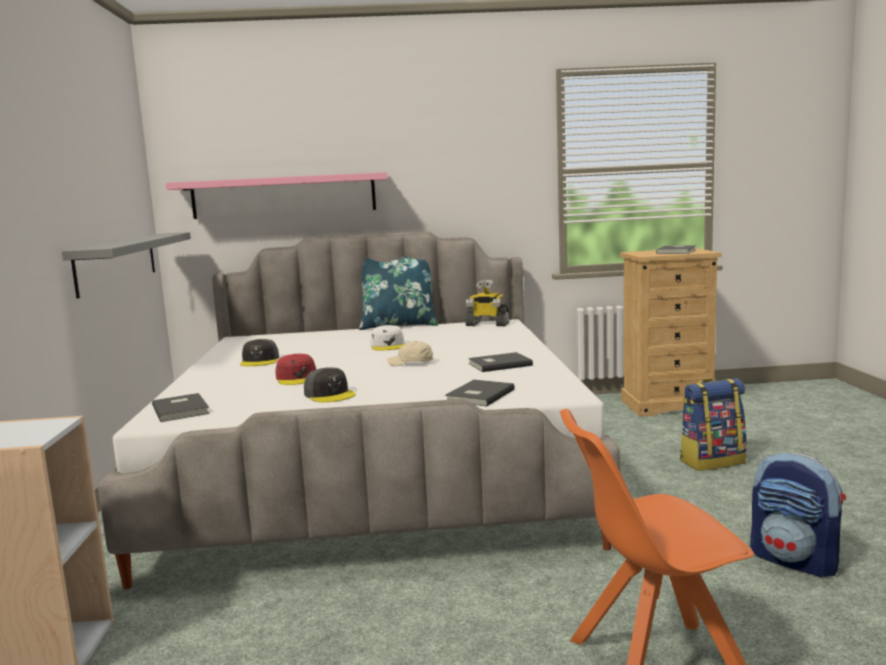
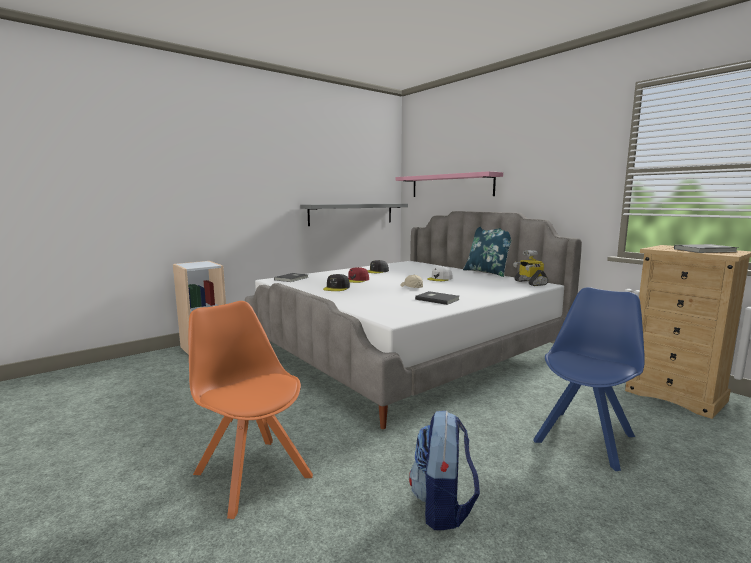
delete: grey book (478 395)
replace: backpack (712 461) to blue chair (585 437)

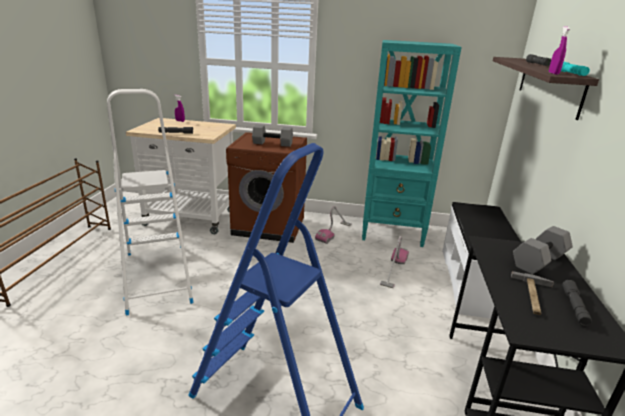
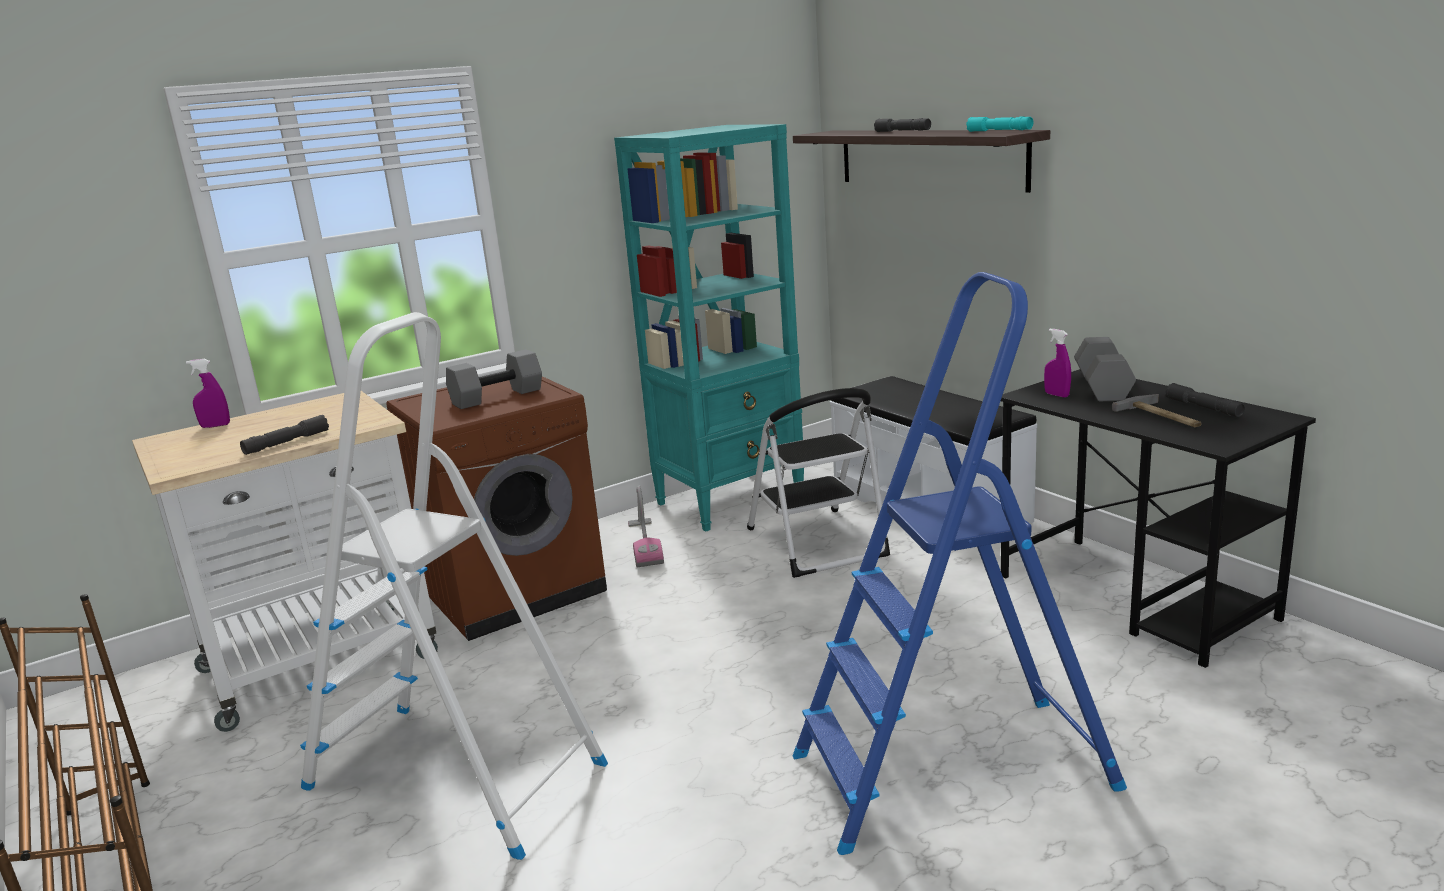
move: purple spray bottle (553 73) to (1056 395)
replace: vacuum cleaner (394 270) to step ladder (817 544)

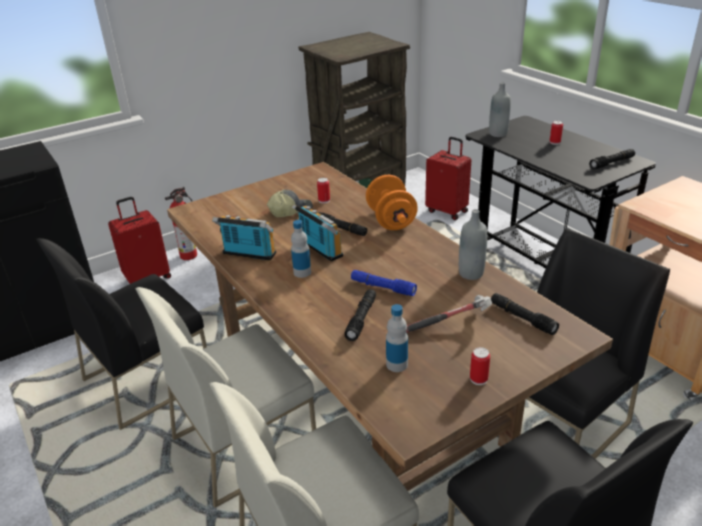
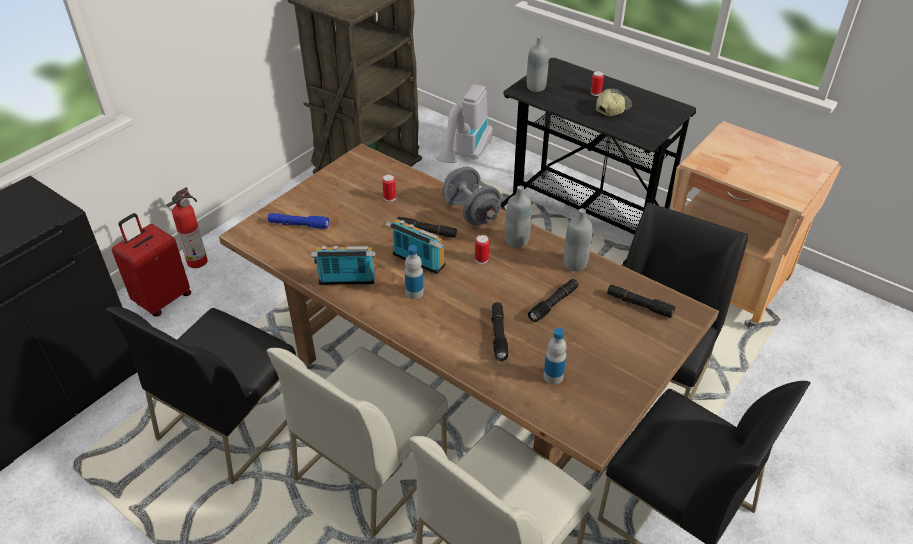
delete: hammer (448 324)
insert: grey bottle (517 241)
move: cap (290 210) to (612 108); blue flashlight (382 287) to (298 225); can (478 379) to (481 259); black flashlight (612 163) to (553 304)
replace: red suitcase (447 211) to vacuum cleaner (466 157)
recolor: orange dumbbell (391 220) to grey dumbbell (471 212)

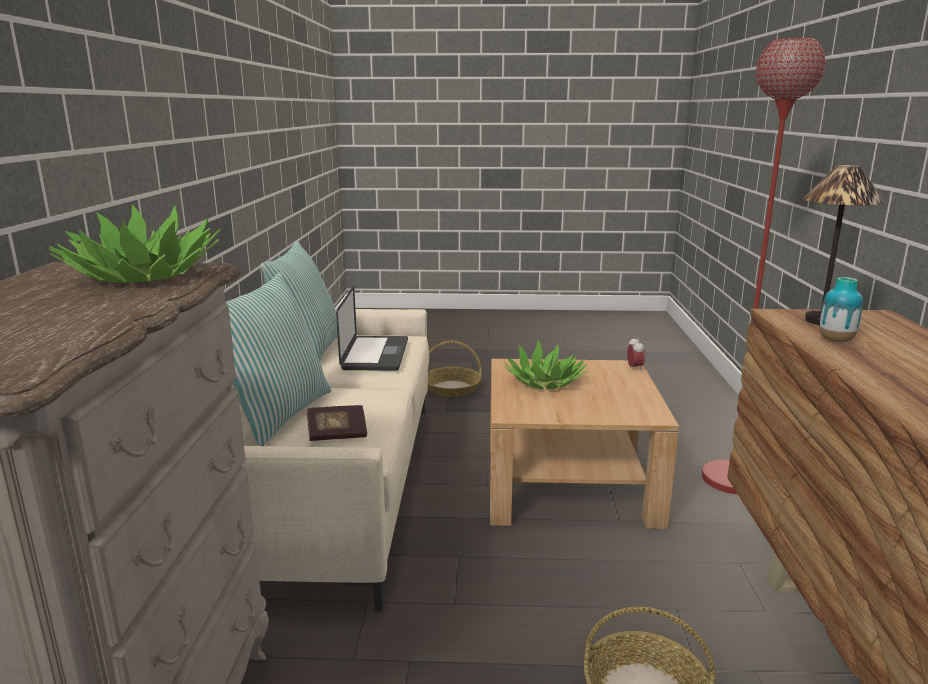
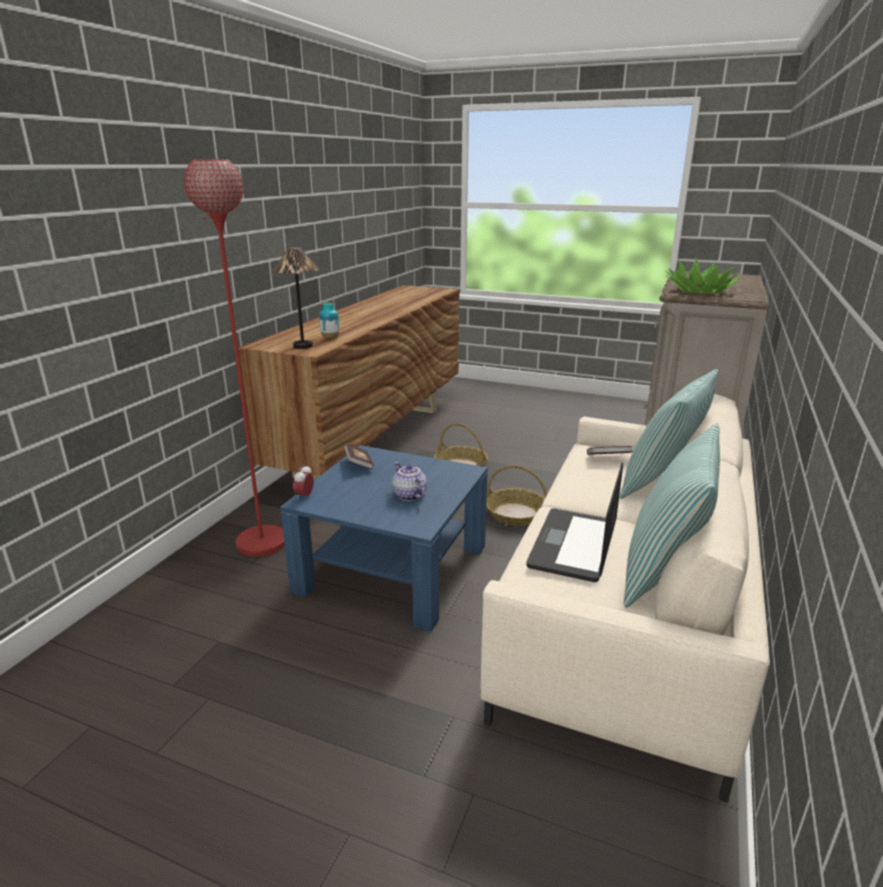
insert: book (359 464)
move: basket (451 388) to (516 514)
replace: potted plant (544 382) to teapot (408 495)
recolor: brown coffee table (569 482) to blue coffee table (393 568)

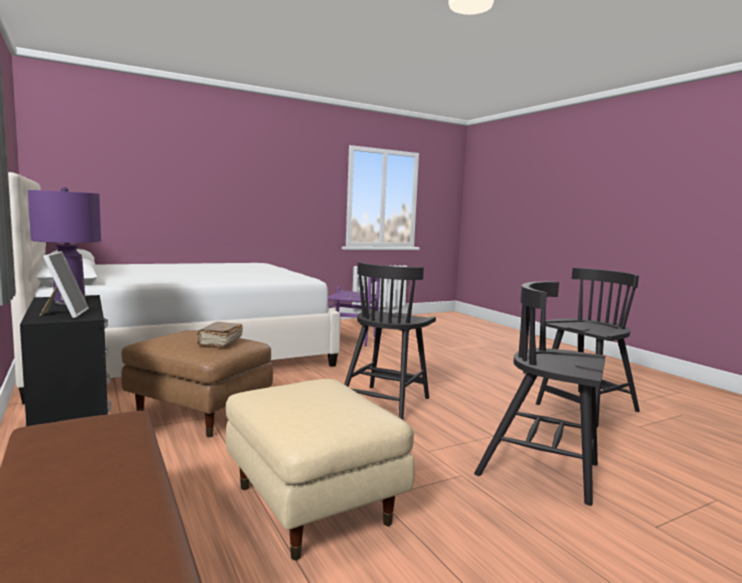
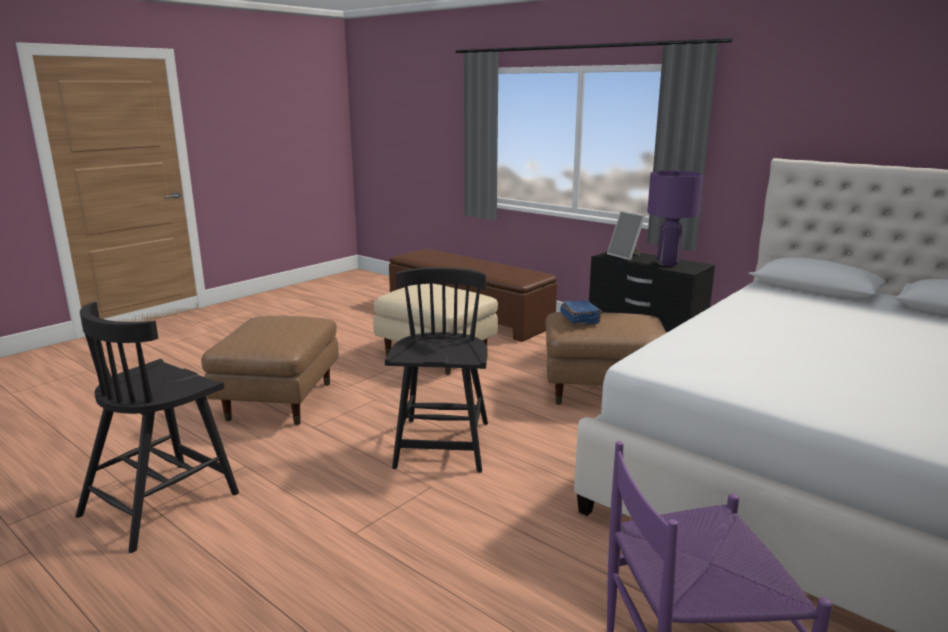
replace: black chair (541 470) to brown ottoman (279 402)
recolor: brown book (220 342) to blue book (580 320)

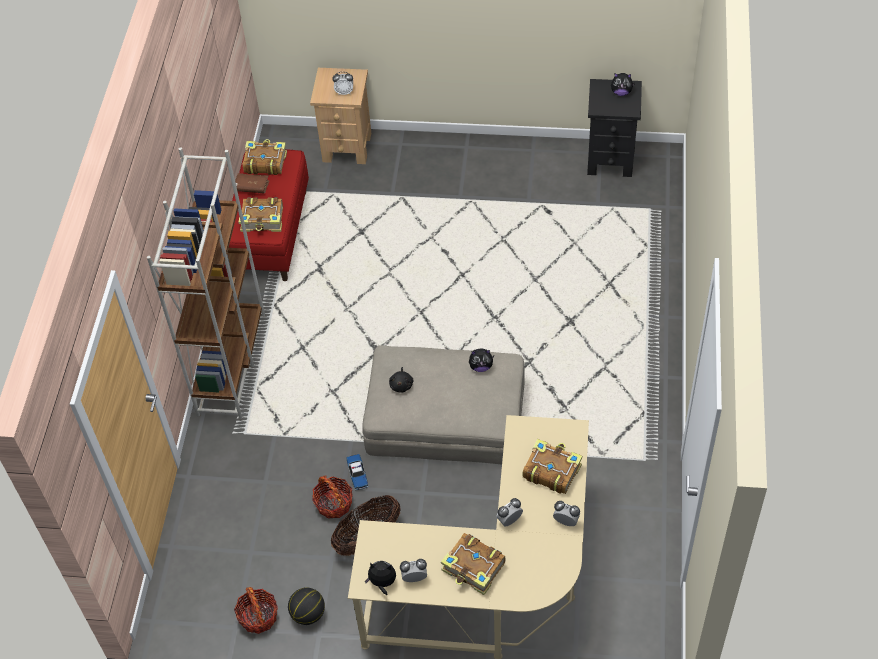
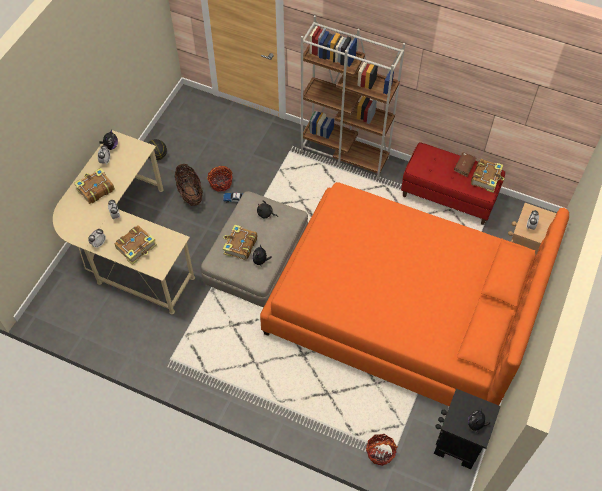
insert: orange bed (401 311)
move: basket (258 617) to (380 452); book (263 220) to (239 246)

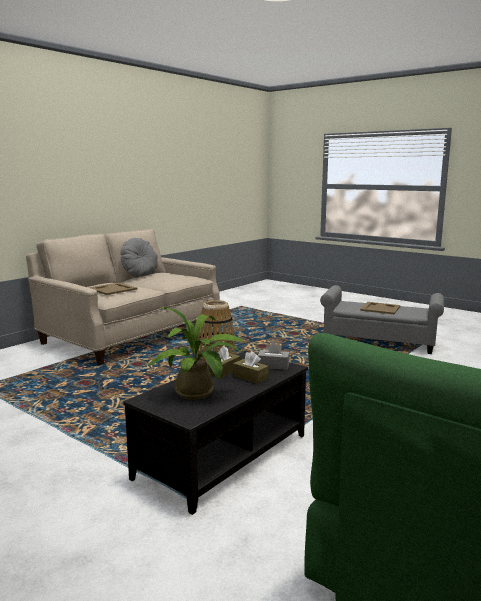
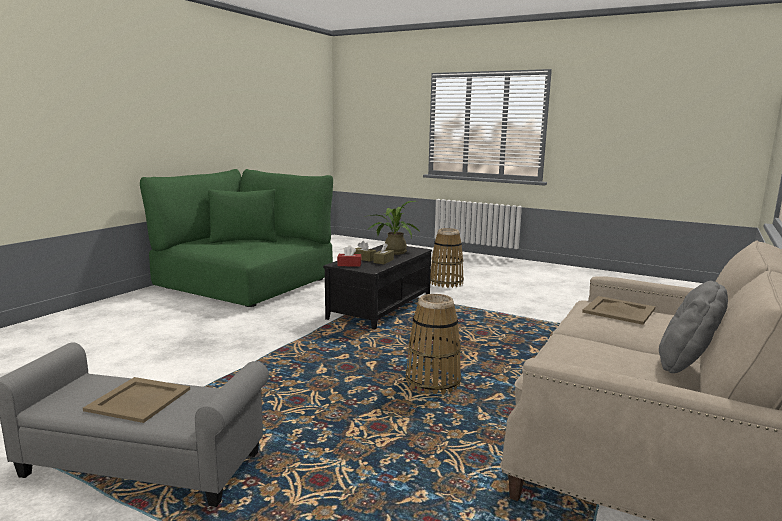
insert: basket (446 282)
recolor: grey tissue box (273 366) to red tissue box (349 264)

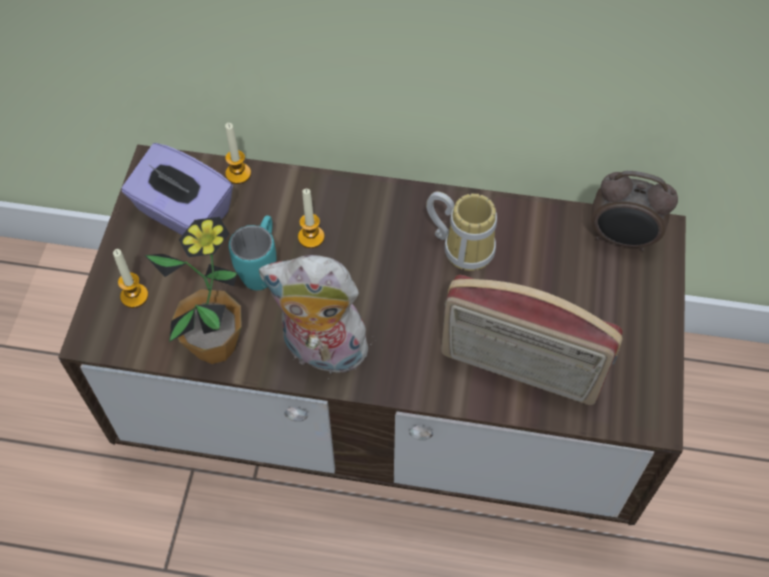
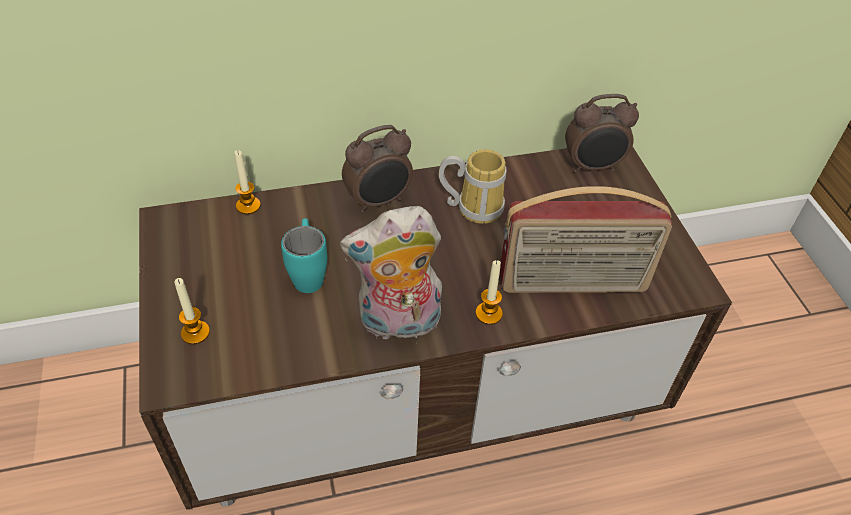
delete: purple tissue box (183 213); potted plant (215 345)
insert: alarm clock (379 201)
move: candle (311 237) to (488 314)

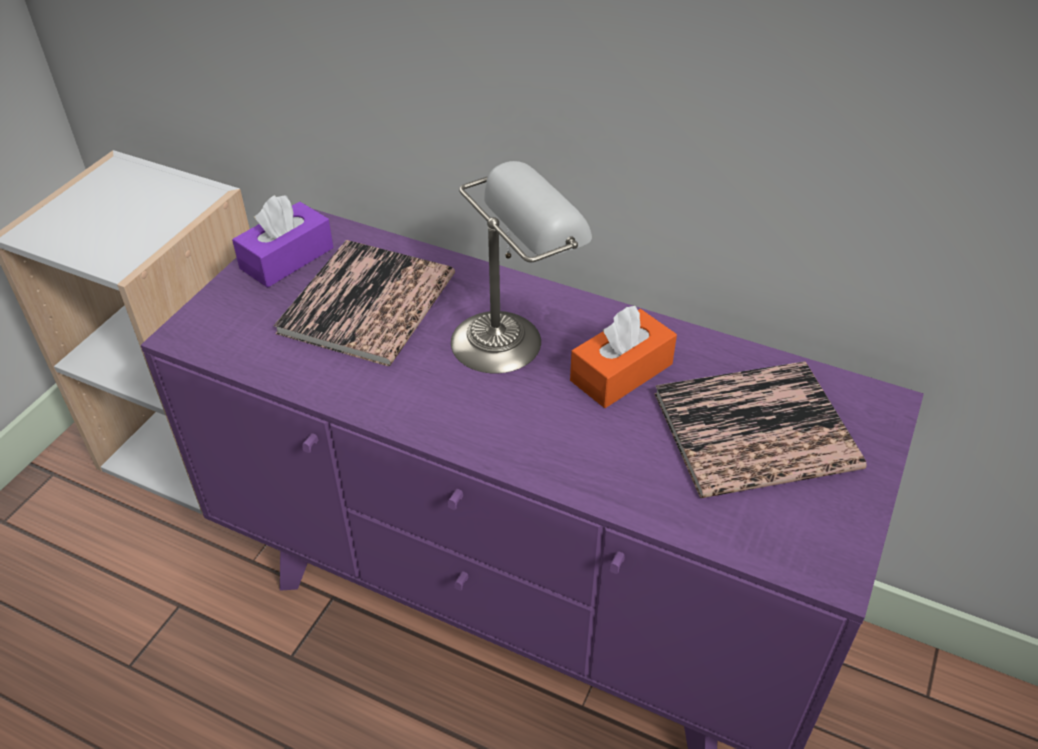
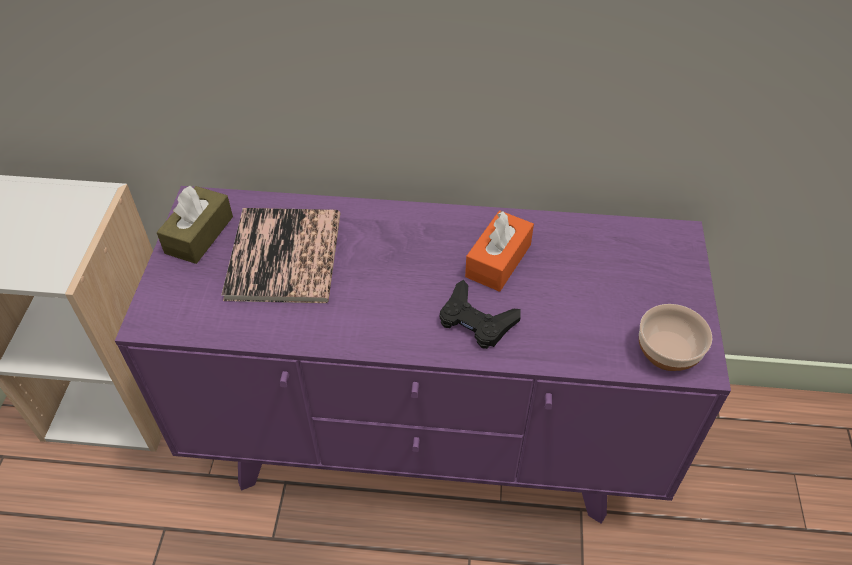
delete: white table lamp (511 333); book (755 431)
insert: black game controller (476 321); bowl (667 350)
recolor: purple tissue box (287 258) to brown tissue box (199 235)

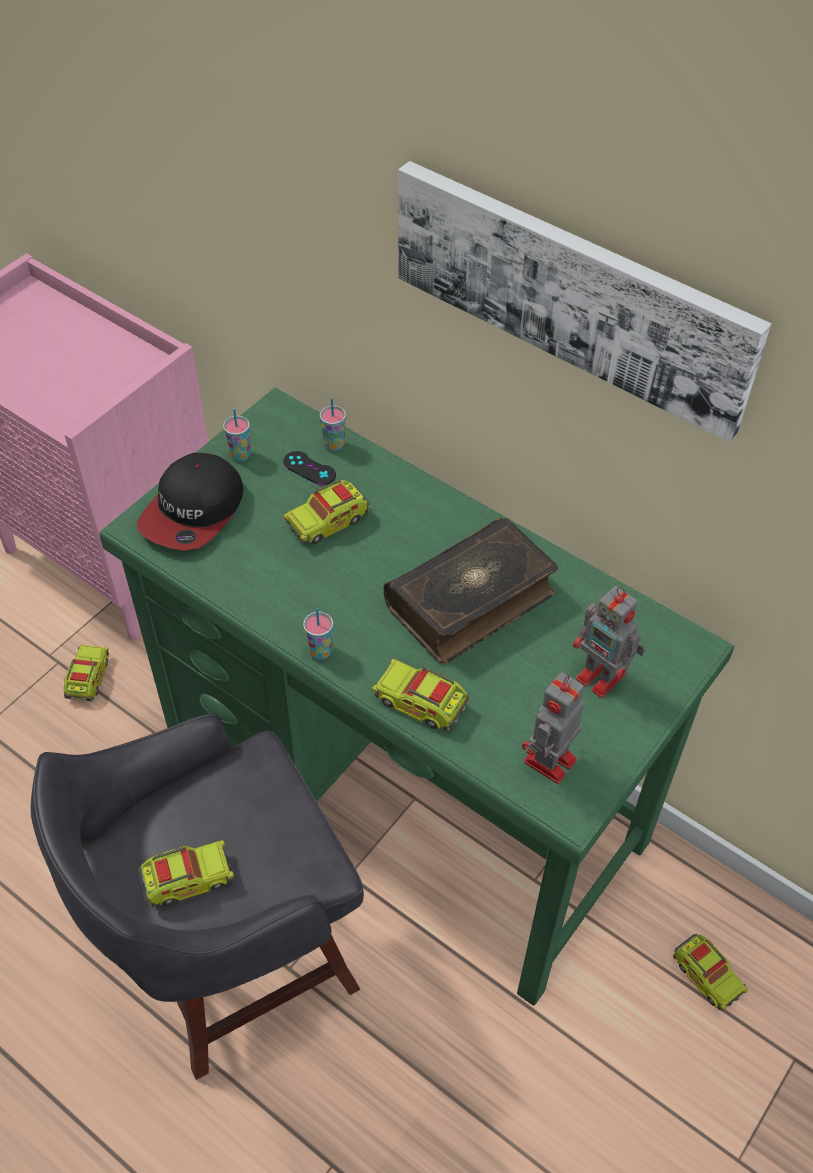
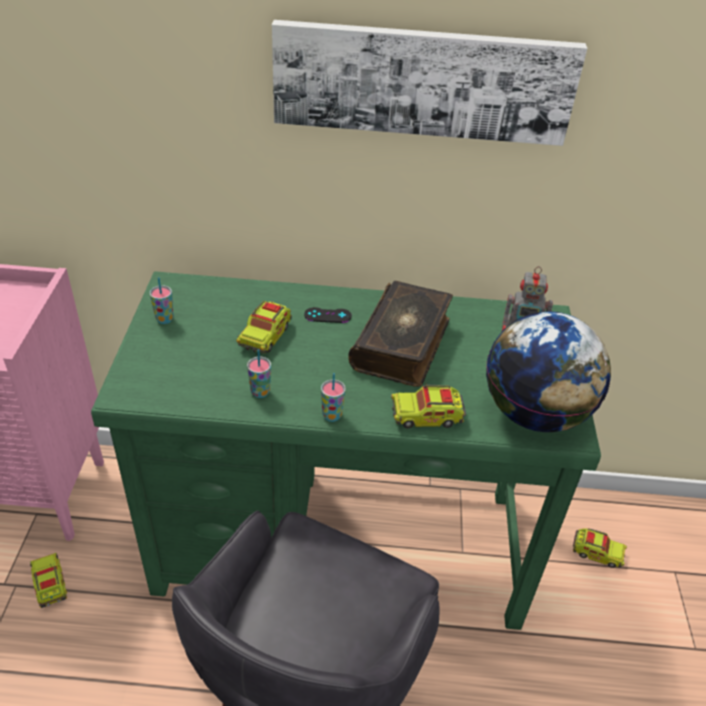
delete: cap (193 511); toy truck (187 879)
move: black game controller (309 468) to (327 315); cup (334 444) to (260 392)
replace: toy robot (548 762) to globe (534 413)

